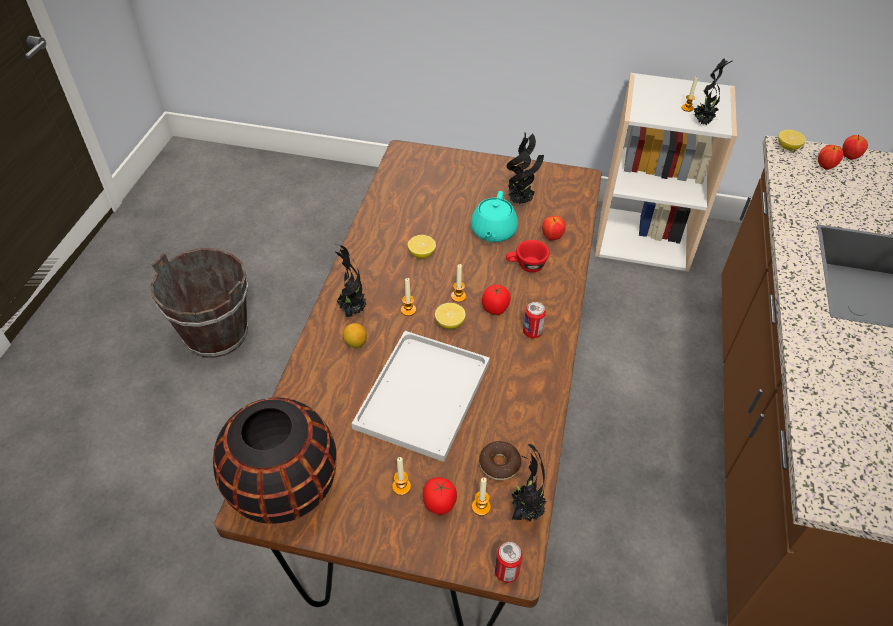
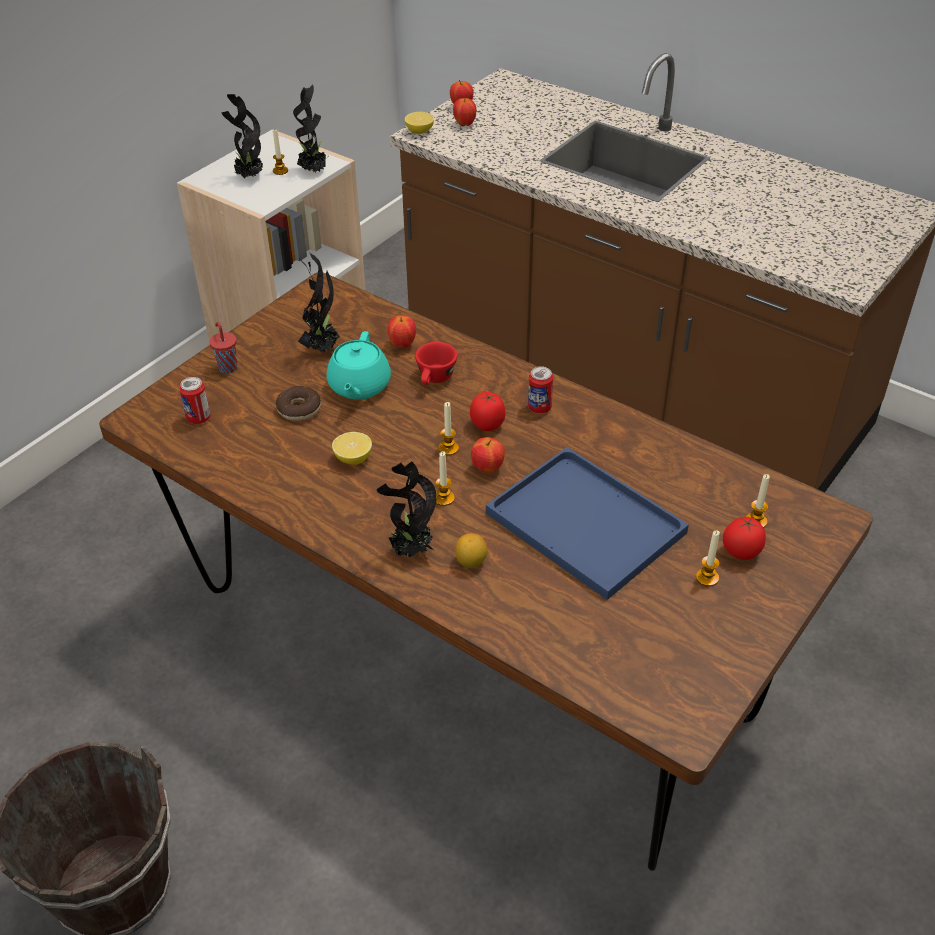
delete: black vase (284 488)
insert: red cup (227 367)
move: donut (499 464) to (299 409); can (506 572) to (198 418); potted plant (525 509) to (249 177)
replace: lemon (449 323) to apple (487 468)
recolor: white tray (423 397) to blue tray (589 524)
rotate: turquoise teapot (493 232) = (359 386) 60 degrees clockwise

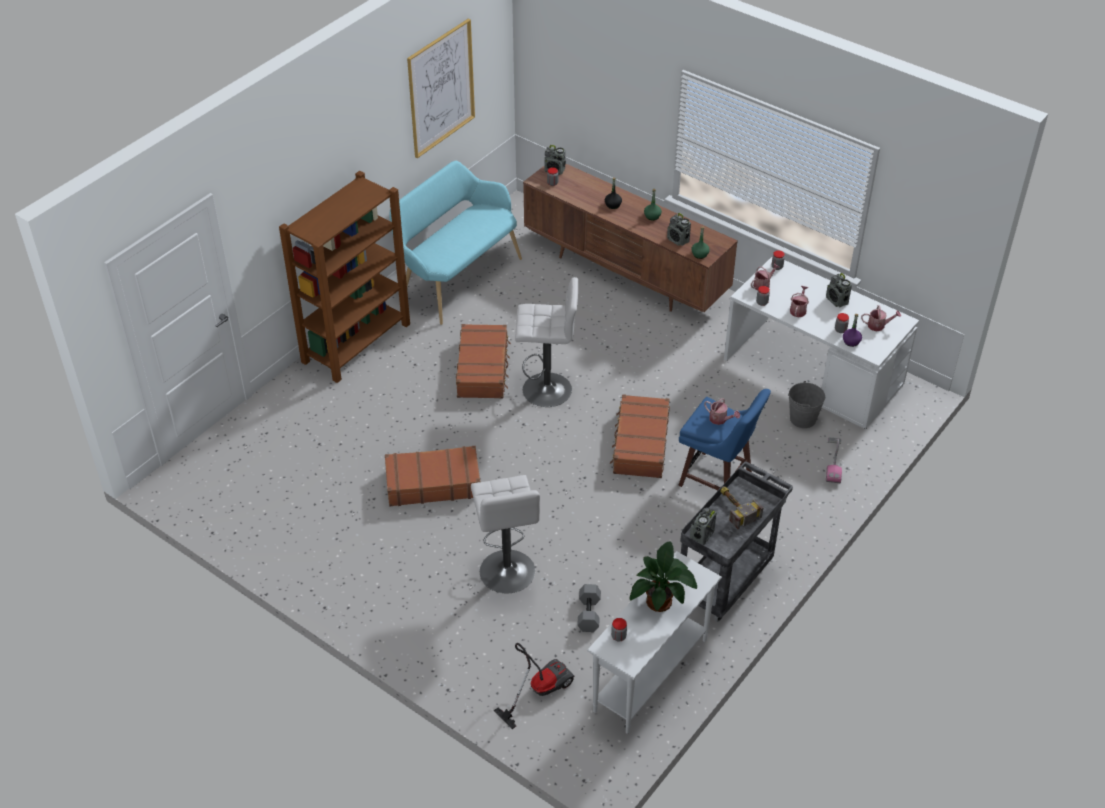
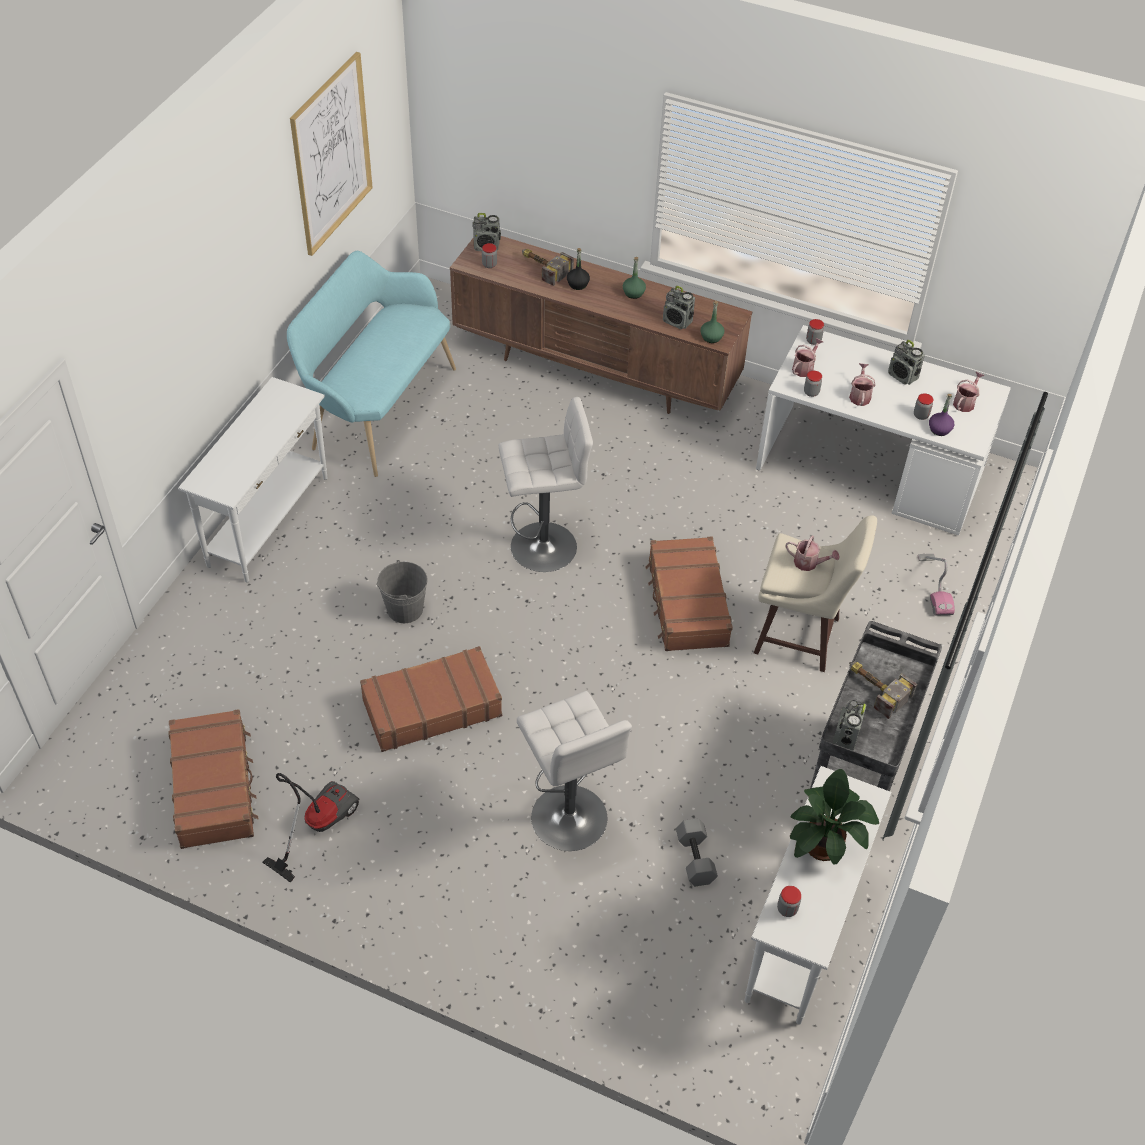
insert: hammer (542 267)
move: brown suitcase (483 369) to (214 786); vacuum cleaner (539 690) to (316 824); grey bucket (802 418) to (405 609)
replace: brown bookcase (356 343) to white console table (268 520)
recolor: blue stool (717 480) to beige stool (799 637)
rotate: watering can (878 325) = (965 402) 45 degrees counterclockwise

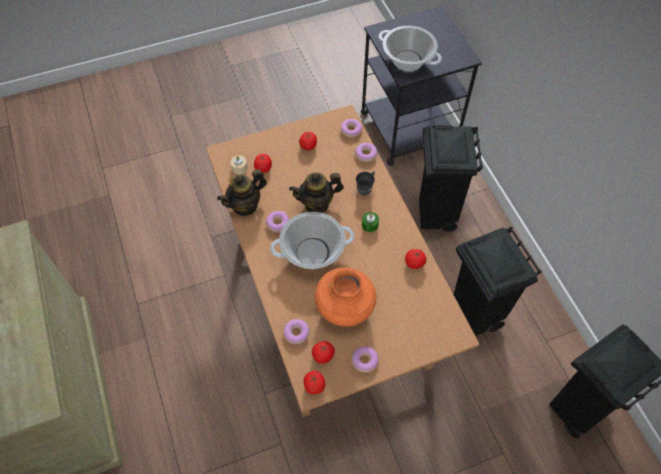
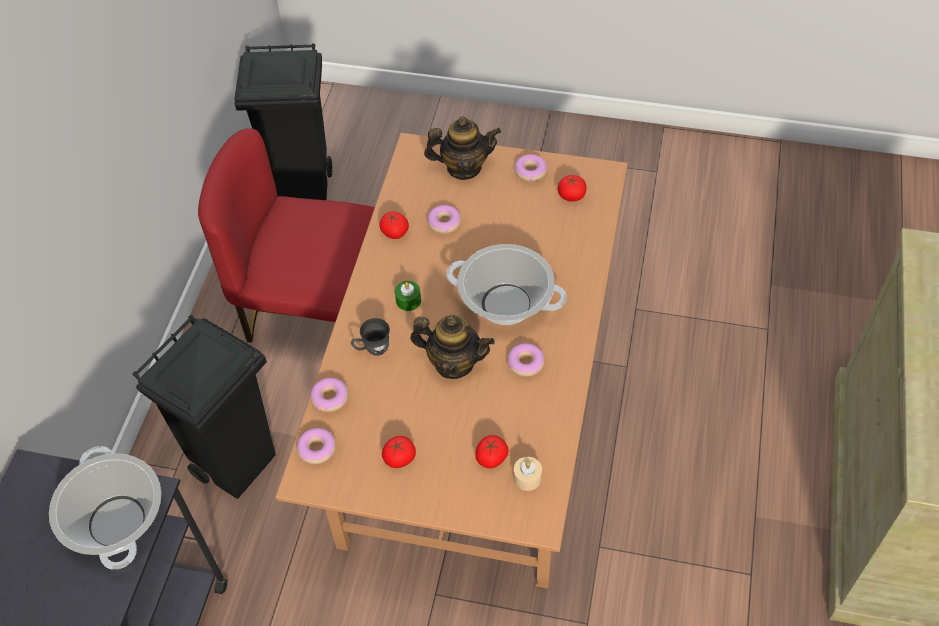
delete: tomato (314 385); orange vase (345 308)
move: teapot (245 205) to (463 168); donut (296 333) to (444 223)
replace: black trash can (475 317) to red chair (315 315)

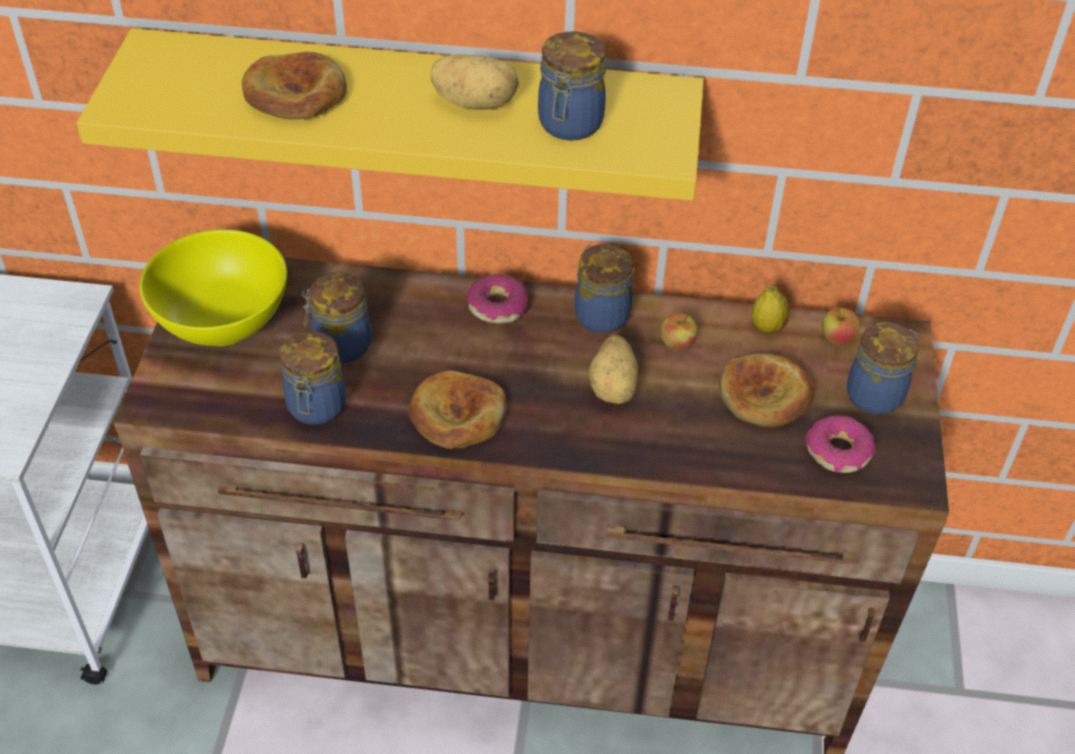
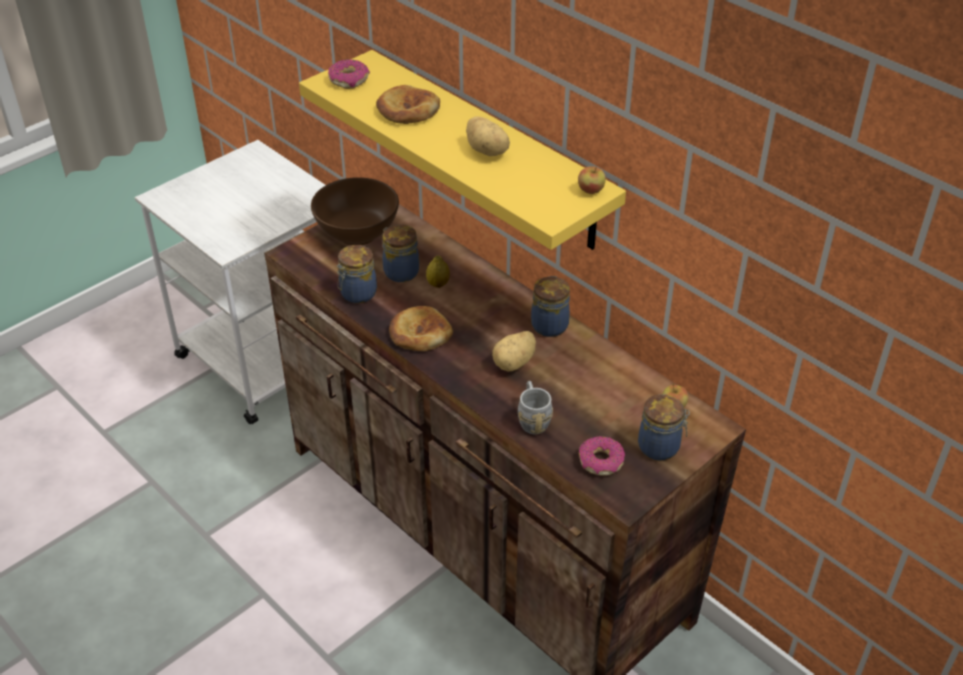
delete: jar (569 125); bread (764 395)
insert: grey mug (532 419)
move: donut (497 306) to (349 80); apple (677 344) to (591 190); lemon (767 327) to (438 284)
recolor: yellow bowl (223 324) to brown bowl (357 234)

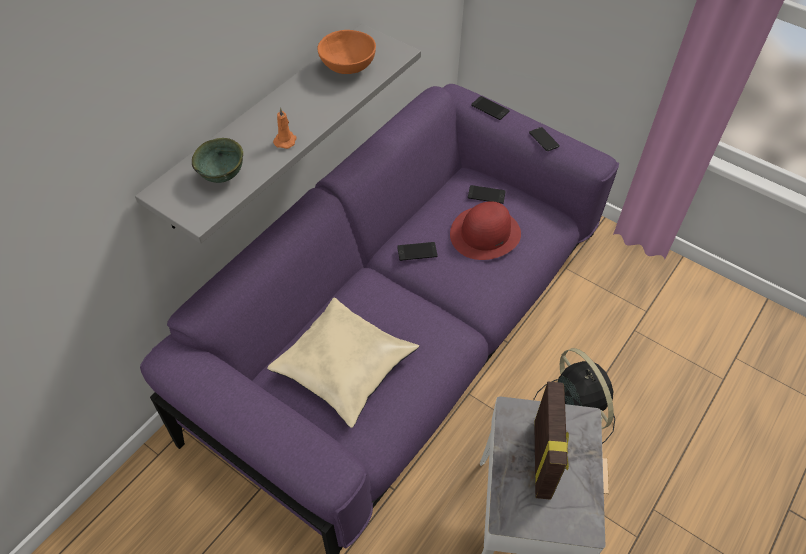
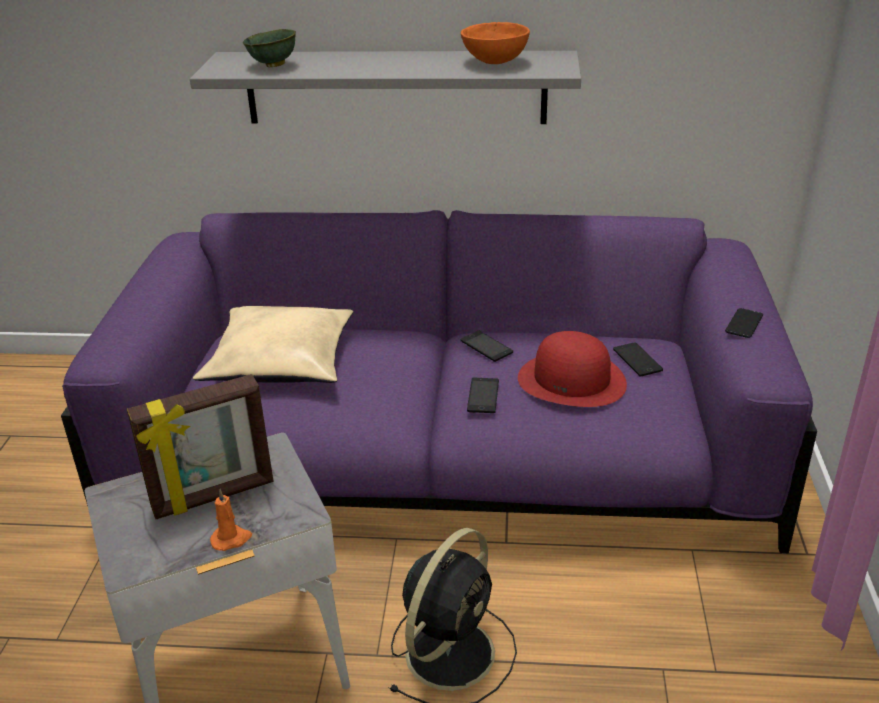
move: orange candle (285 140) to (231 539); phone (490 108) to (483 396)

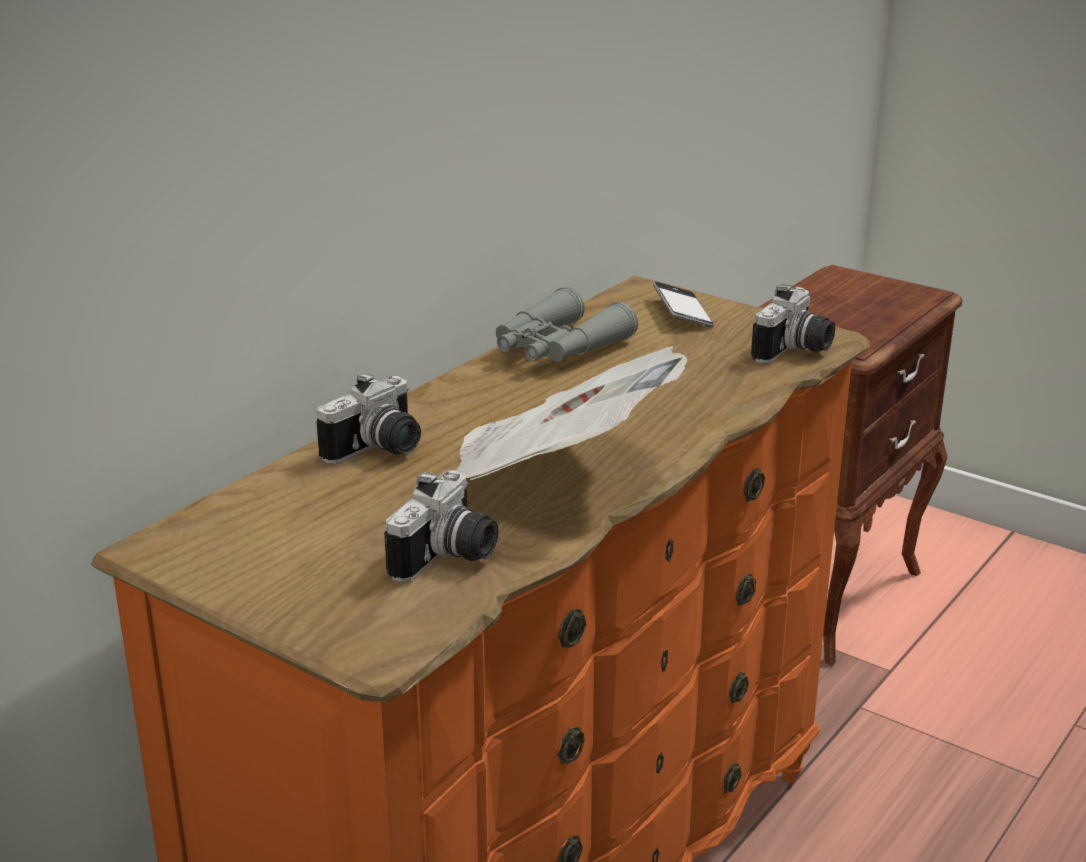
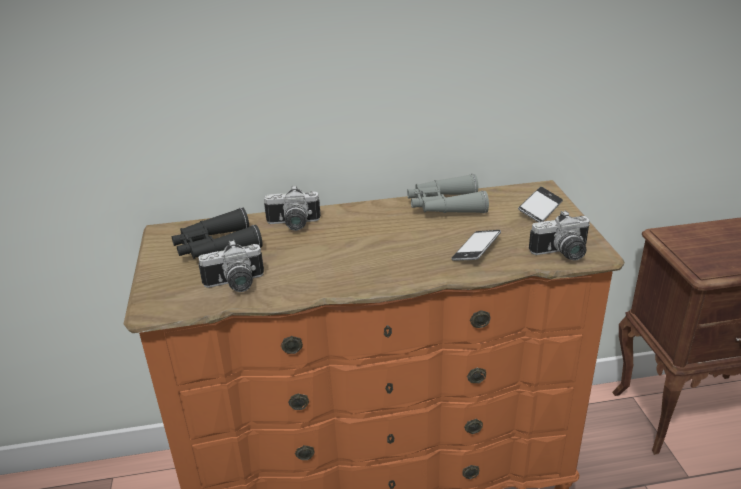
delete: newspaper (558 473)
insert: black binoculars (216 247); phone (476 250)

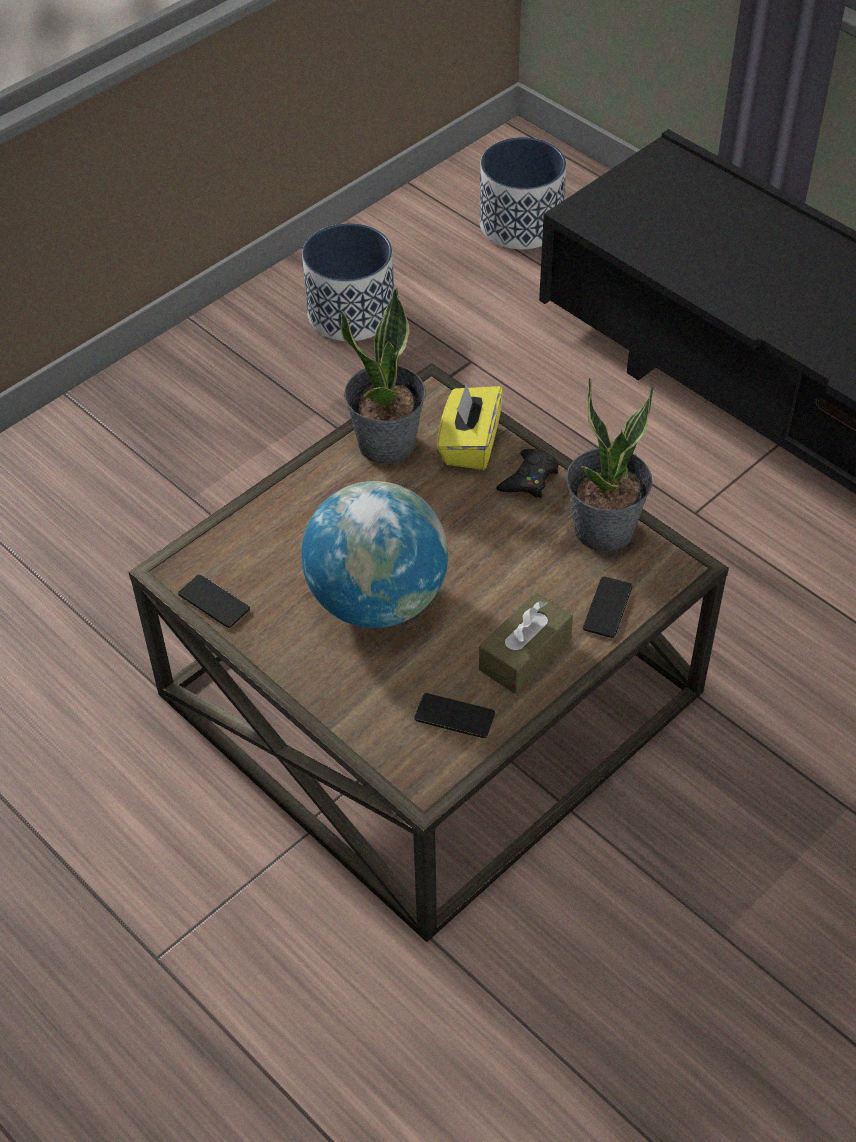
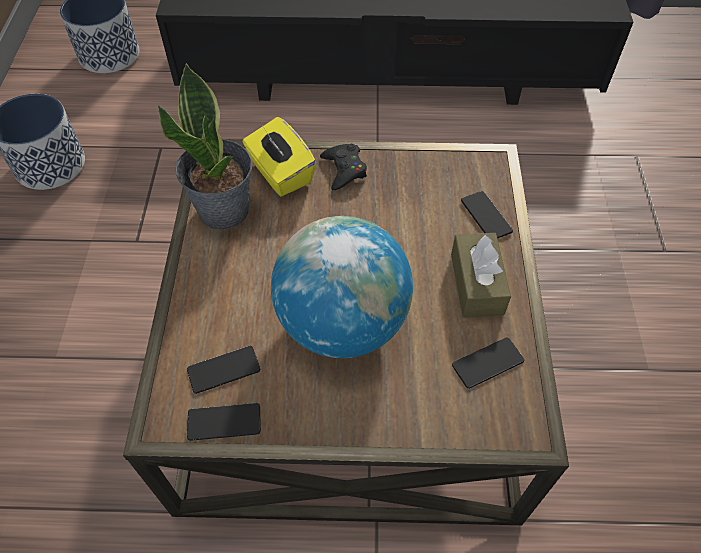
delete: potted plant (604 530)
insert: phone (223 370)

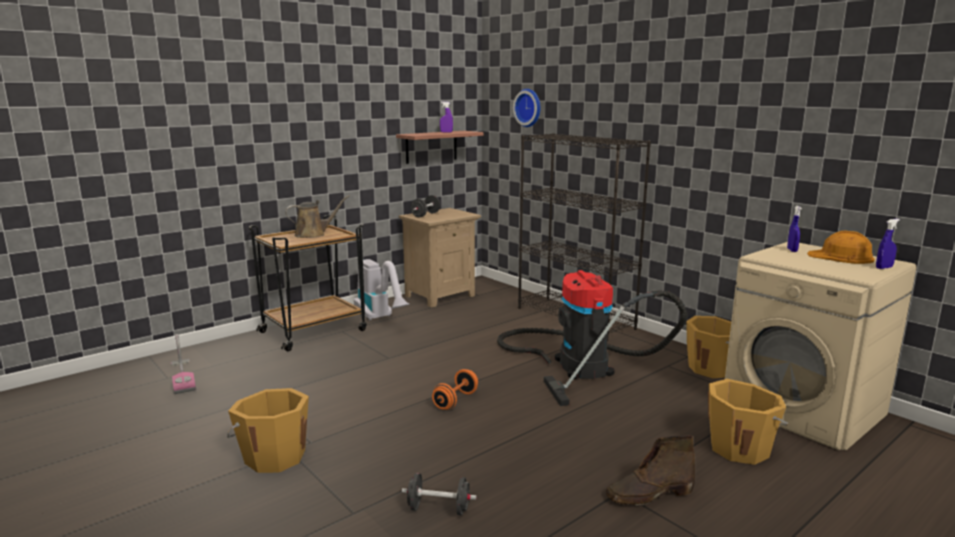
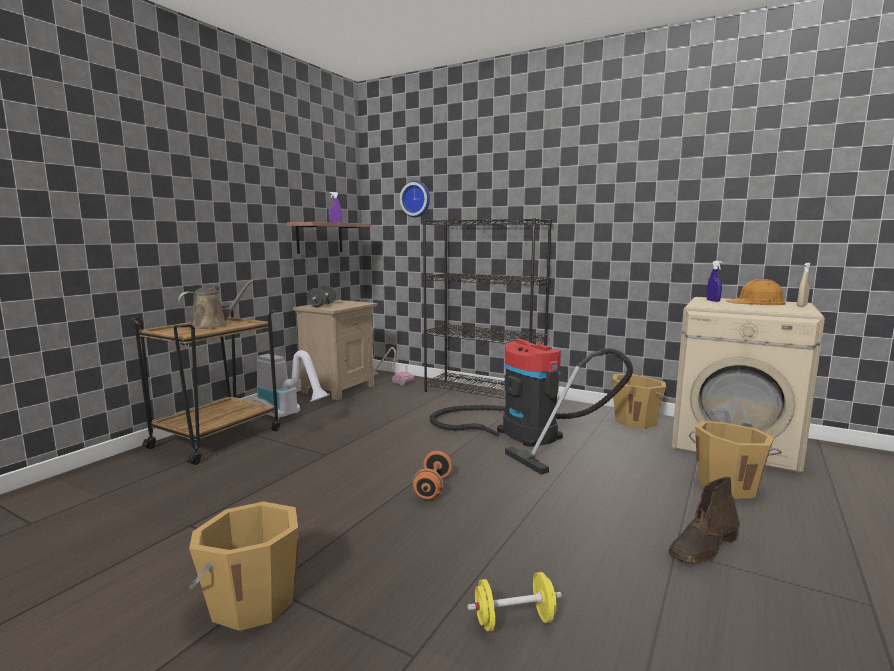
move: vacuum cleaner (182 377) to (389 379)
recolor: black dumbbell (439 509) to yellow dumbbell (514 620); blue spray bottle (884 267) to beige spray bottle (802 306)

